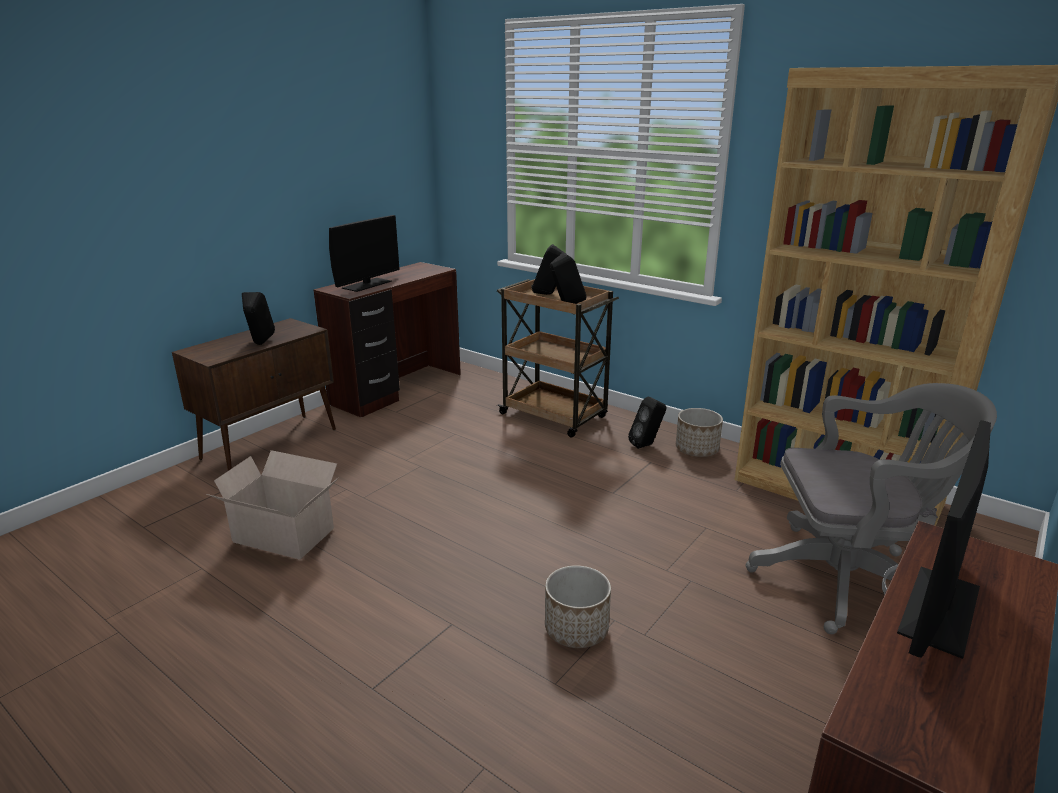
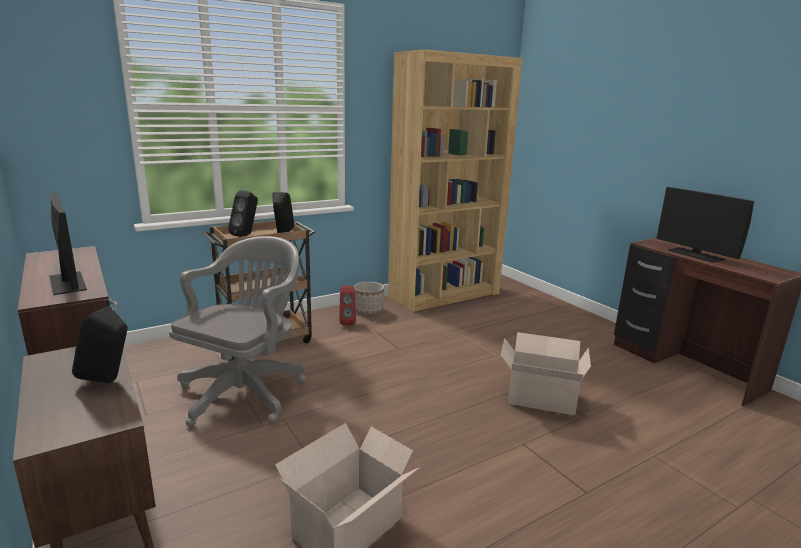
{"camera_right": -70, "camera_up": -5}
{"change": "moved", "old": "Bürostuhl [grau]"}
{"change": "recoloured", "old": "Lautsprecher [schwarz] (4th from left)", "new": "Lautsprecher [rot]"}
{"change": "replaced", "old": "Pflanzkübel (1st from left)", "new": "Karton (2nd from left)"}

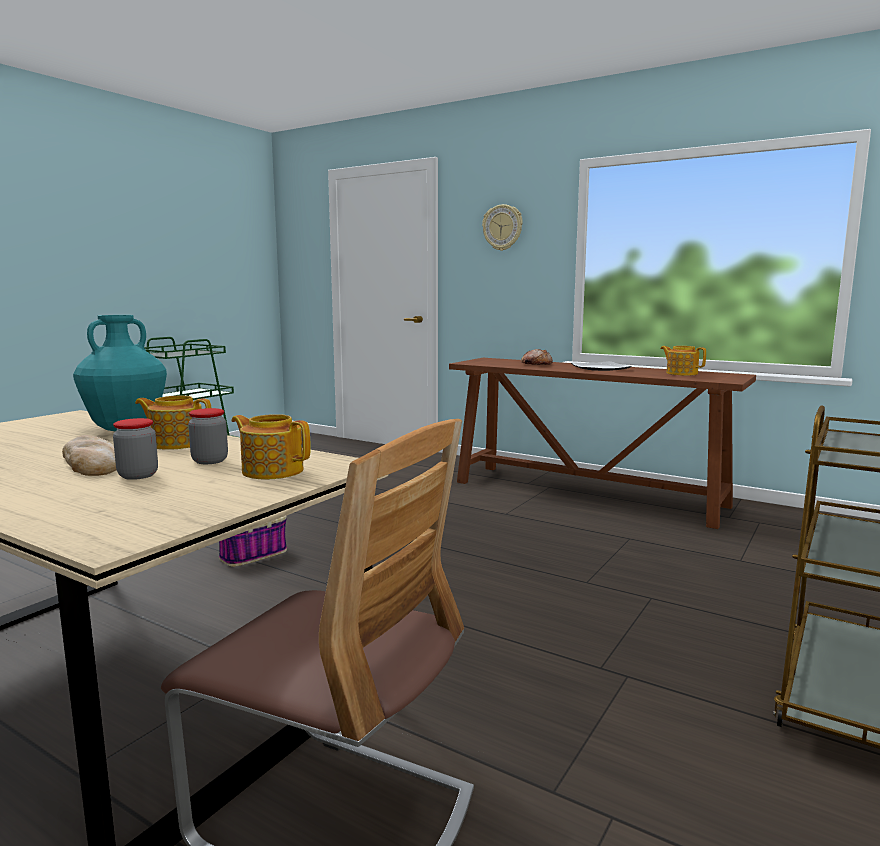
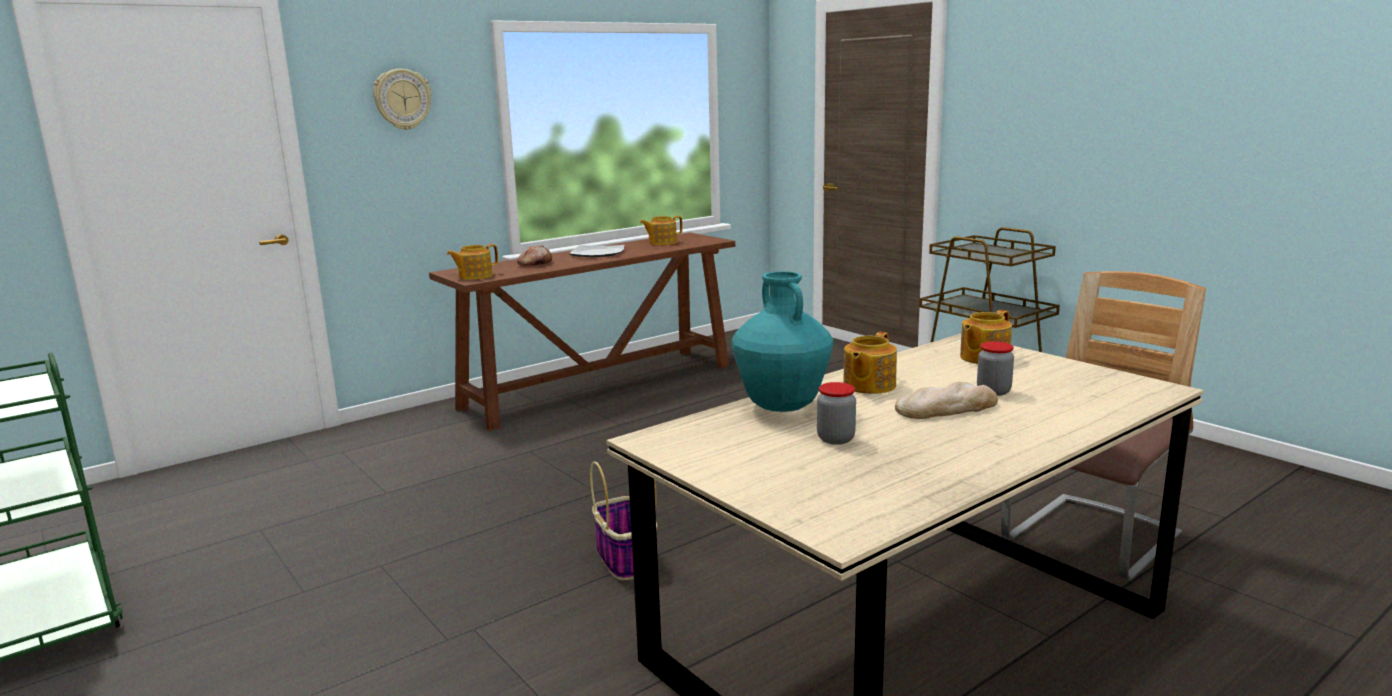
{"camera_right": -70, "camera_up": 5}
{"change": "added", "new": "Teekanne (1st from left)"}
{"change": "moved", "old": "Vorratsglas (2nd from left in the first image)", "new": "Vorratsglas (1st from left)"}

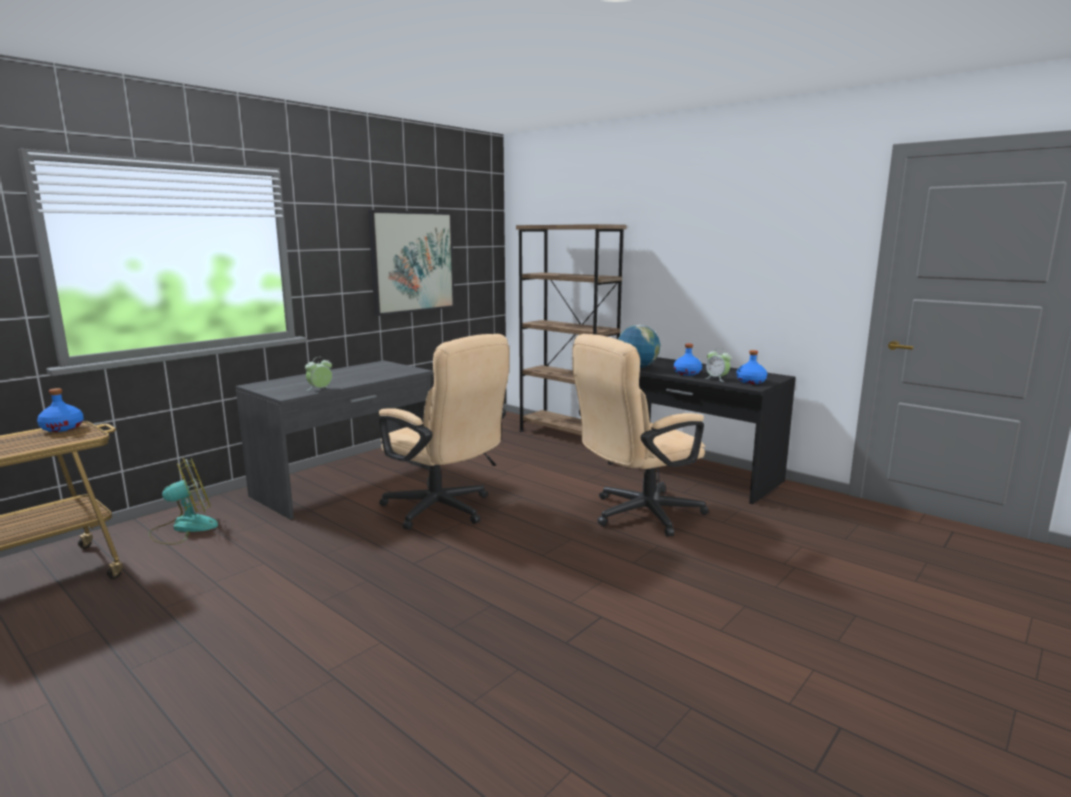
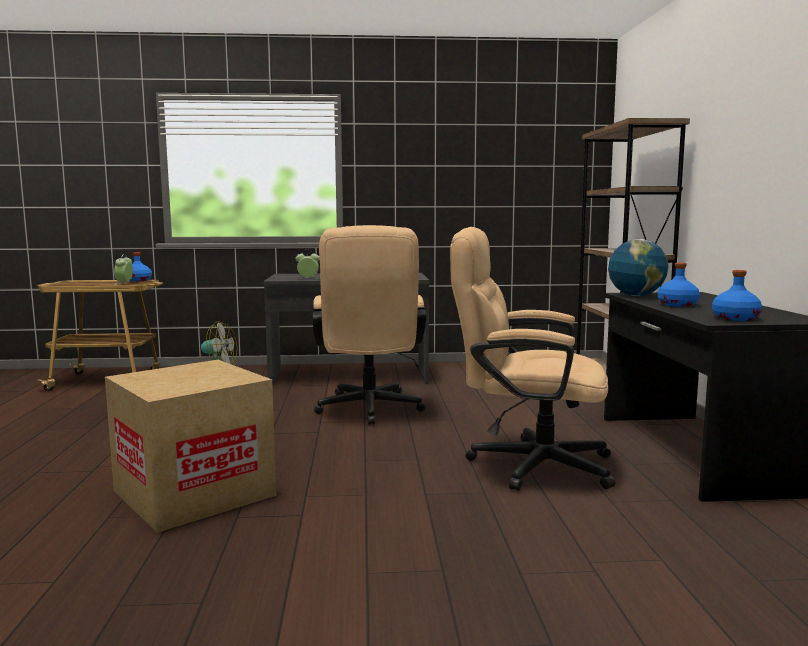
{"camera_right": 45, "camera_up": -5}
{"change": "added", "new": "Karton"}
{"change": "moved", "old": "Wecker (2nd from left in the first image)", "new": "Wecker (1st from left)"}
{"change": "removed", "old": "Bild"}

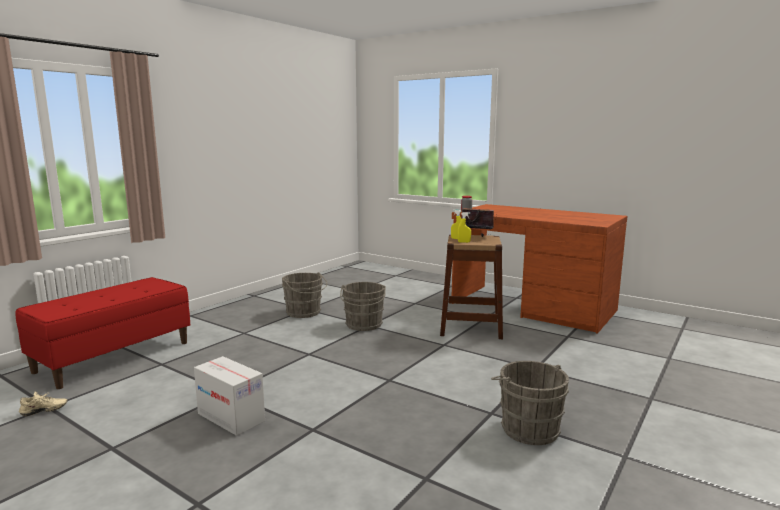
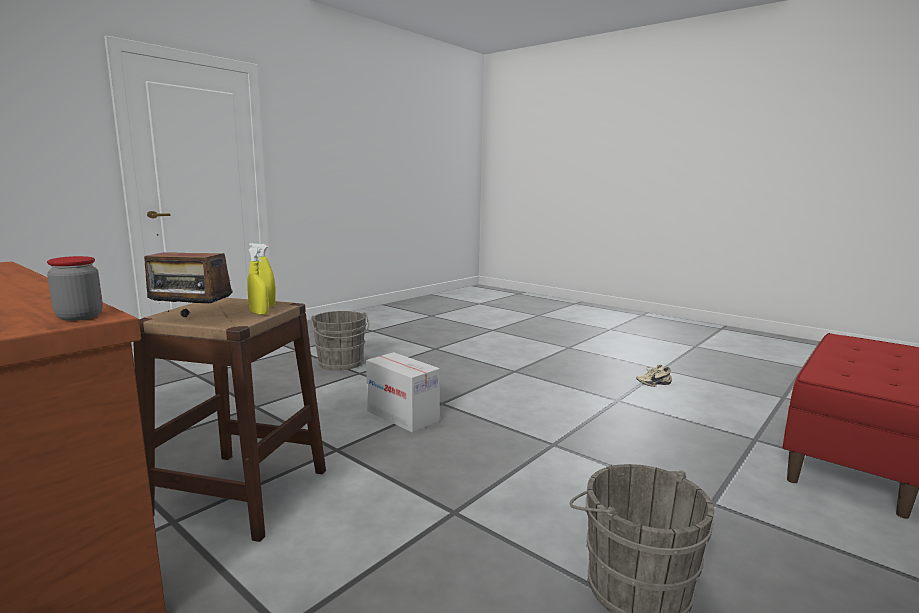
{"camera_right": -175, "camera_up": 0}
{"change": "moved", "old": "Karton"}
{"change": "moved", "old": "Schuh [beige]"}
{"change": "removed", "old": "Eimer [grau] (2nd from left)"}

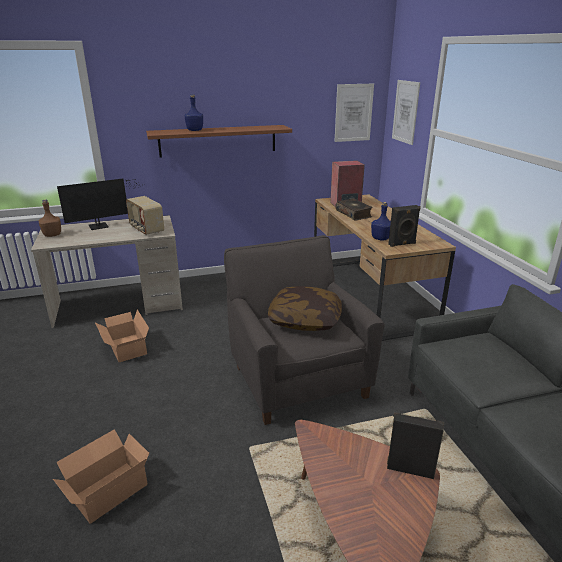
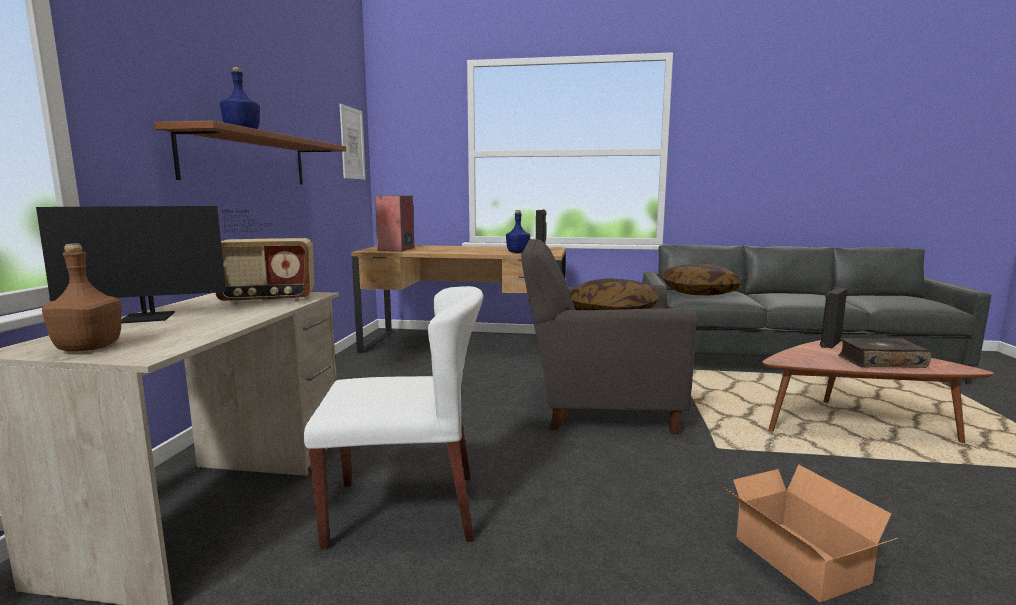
{"camera_right": -65, "camera_up": -15}
{"change": "turned", "old": "Monitor", "degrees": 75}
{"change": "replaced", "old": "Karton (2nd from left)", "new": "Stuhl [weiß]"}
{"change": "added", "new": "Kissen (2nd from left)"}
{"change": "moved", "old": "Buch"}
{"change": "removed", "old": "Bild (2nd from left)"}

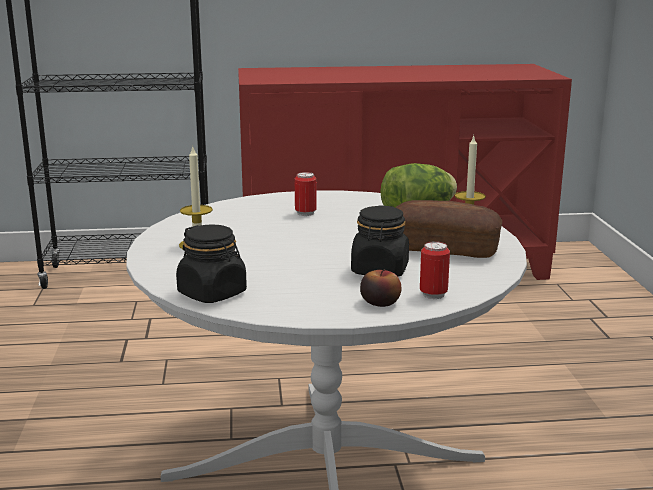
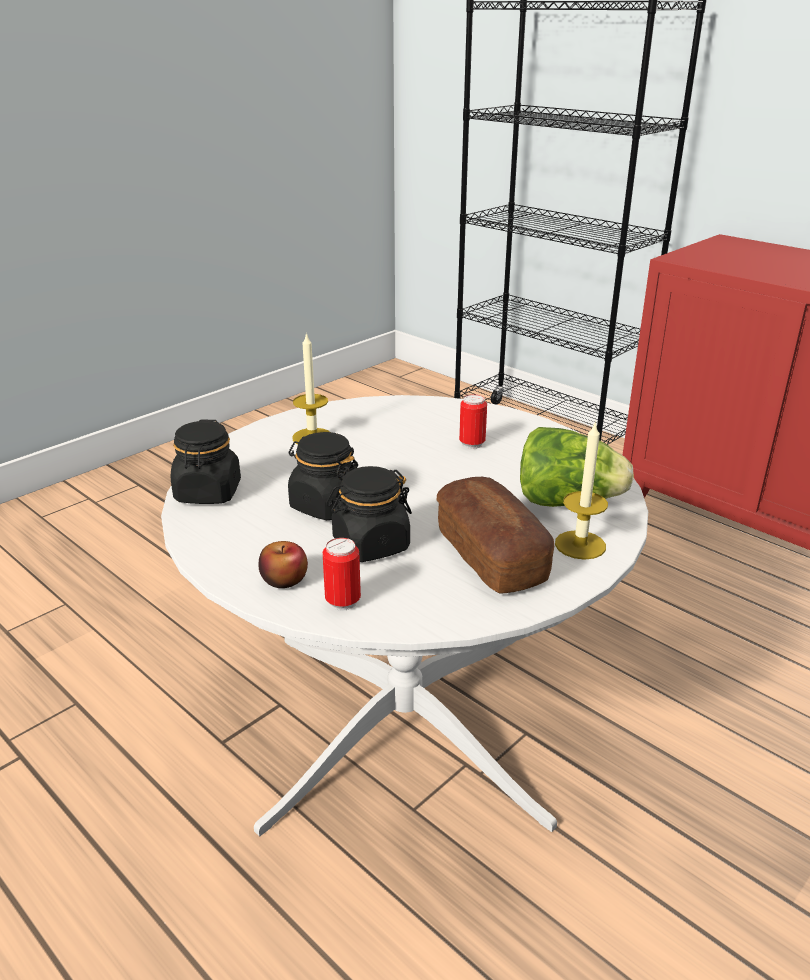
{"camera_right": 50, "camera_up": 10}
{"change": "added", "new": "Vorratsglas [schwarz] (2nd from left)"}

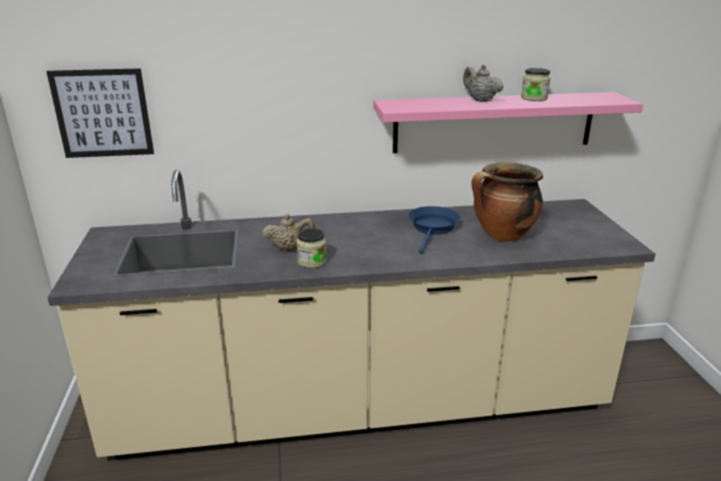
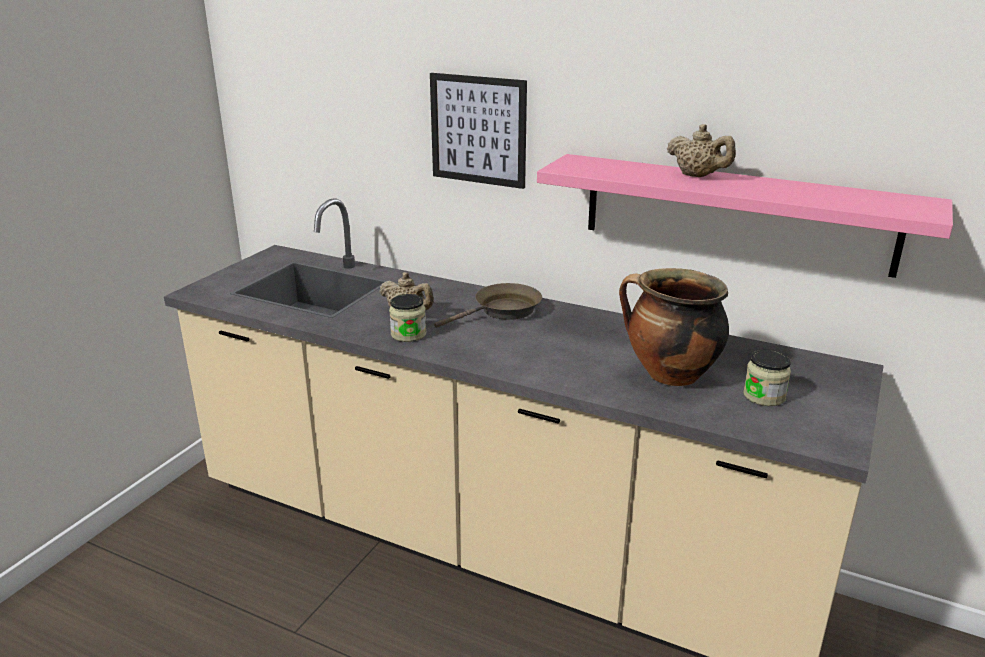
{"camera_right": 35, "camera_up": 0}
{"change": "moved", "old": "Bild"}
{"change": "added", "new": "Pfanne [braun]"}
{"change": "turned", "old": "Teekanne [beige] (2nd from left)", "degrees": 135}
{"change": "moved", "old": "Vorratsglas (2nd from left)"}
{"change": "removed", "old": "Pfanne [blau]"}

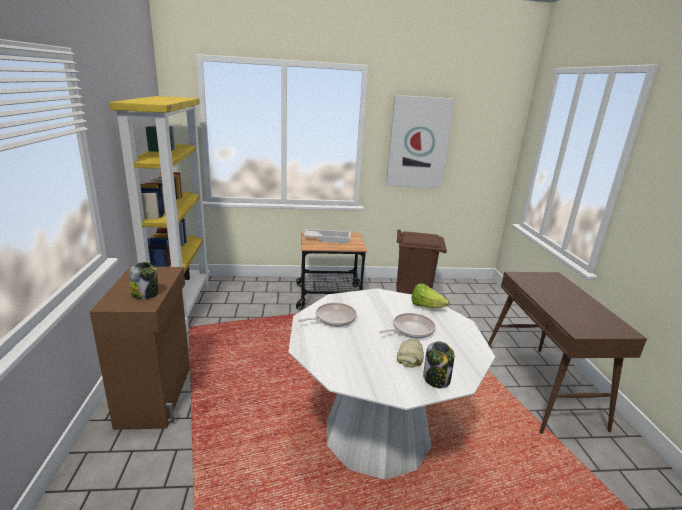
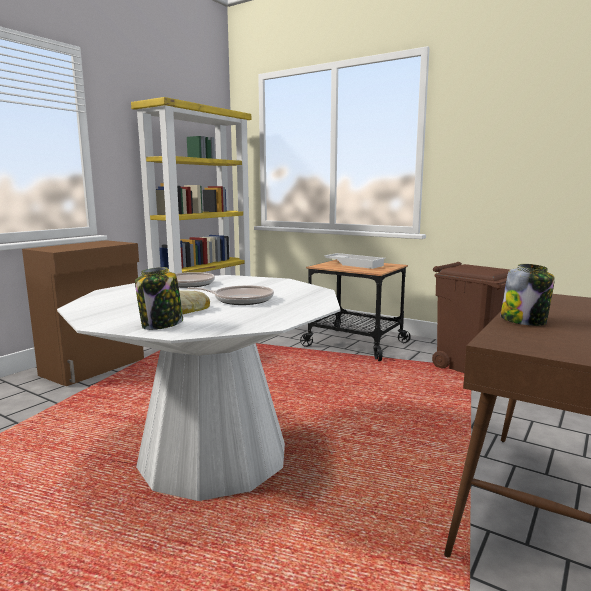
{"camera_right": 40, "camera_up": -10}
{"change": "moved", "old": "Vorratsglas (1st from left in the first image)", "new": "Vorratsglas (2nd from left)"}
{"change": "removed", "old": "Bild"}
{"change": "removed", "old": "Salatkopf"}

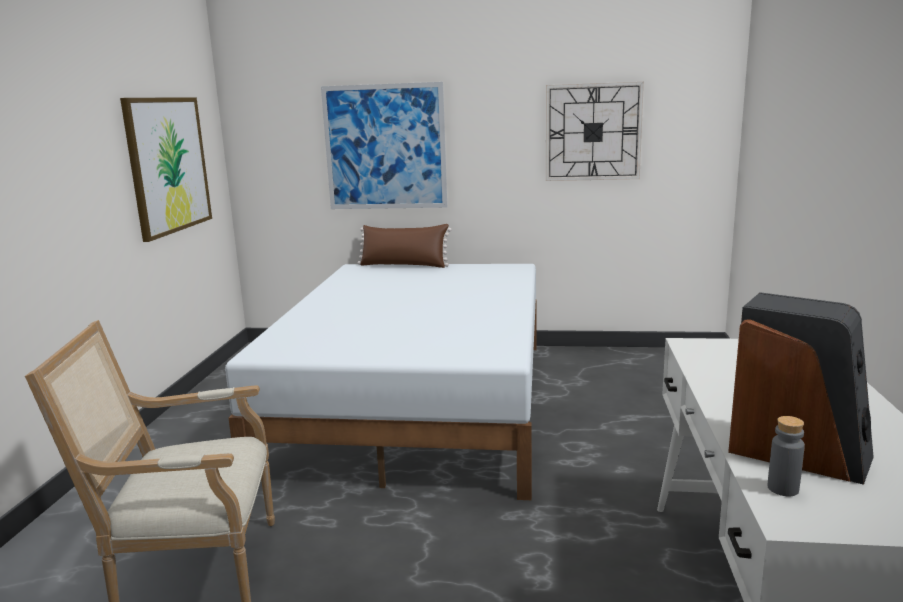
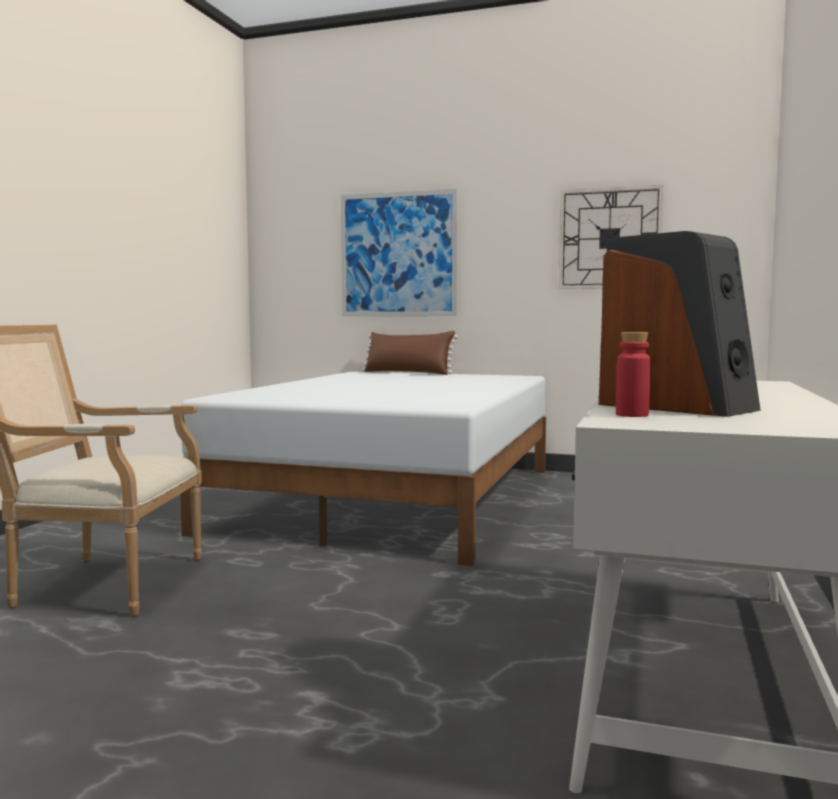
{"camera_right": 10, "camera_up": -10}
{"change": "recoloured", "old": "Flasche [grau]", "new": "Flasche [rot]"}
{"change": "removed", "old": "Bild (1st from left)"}

